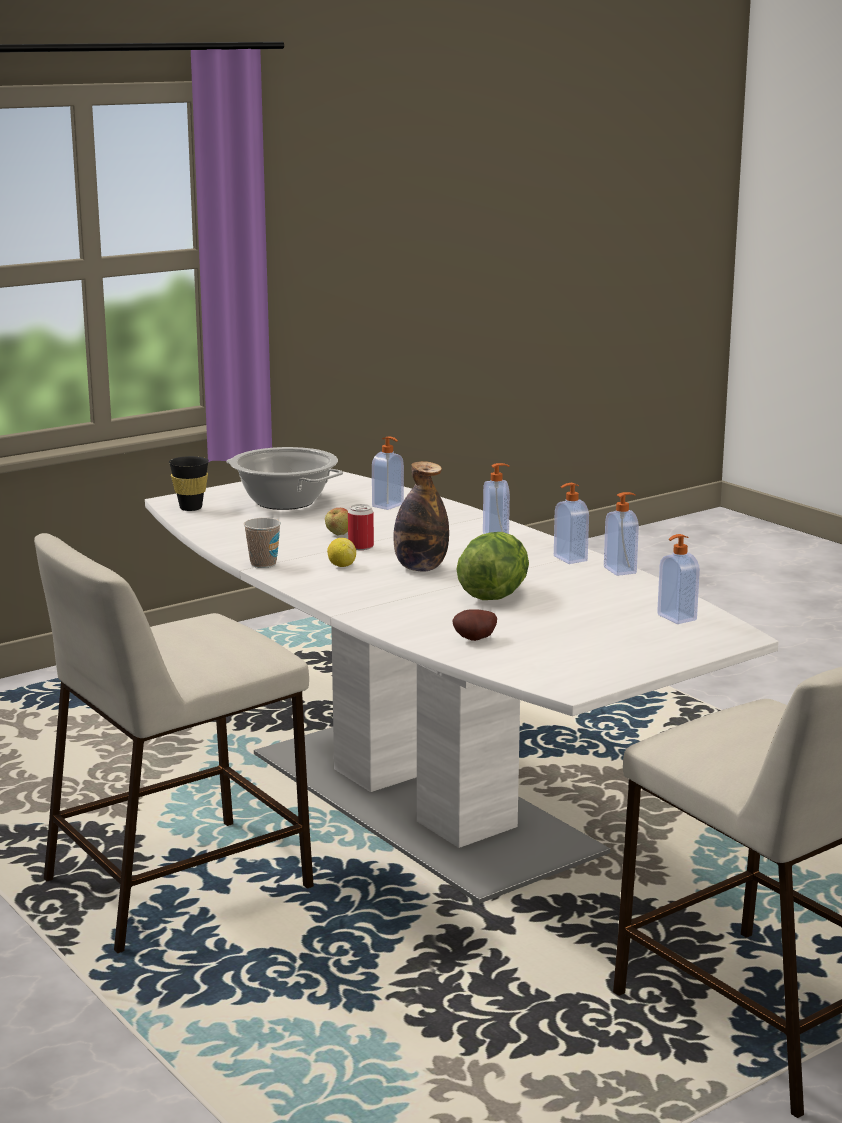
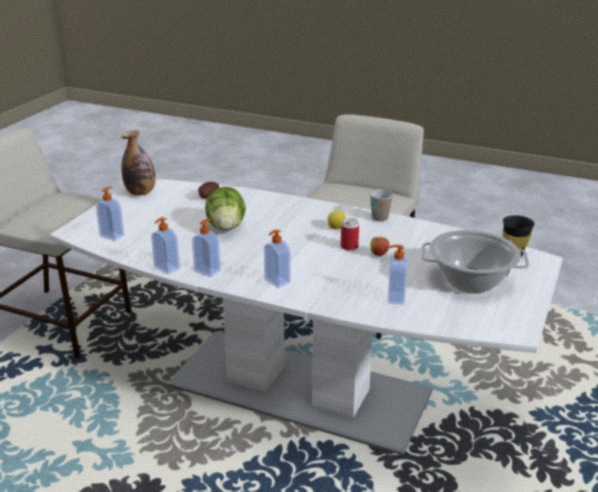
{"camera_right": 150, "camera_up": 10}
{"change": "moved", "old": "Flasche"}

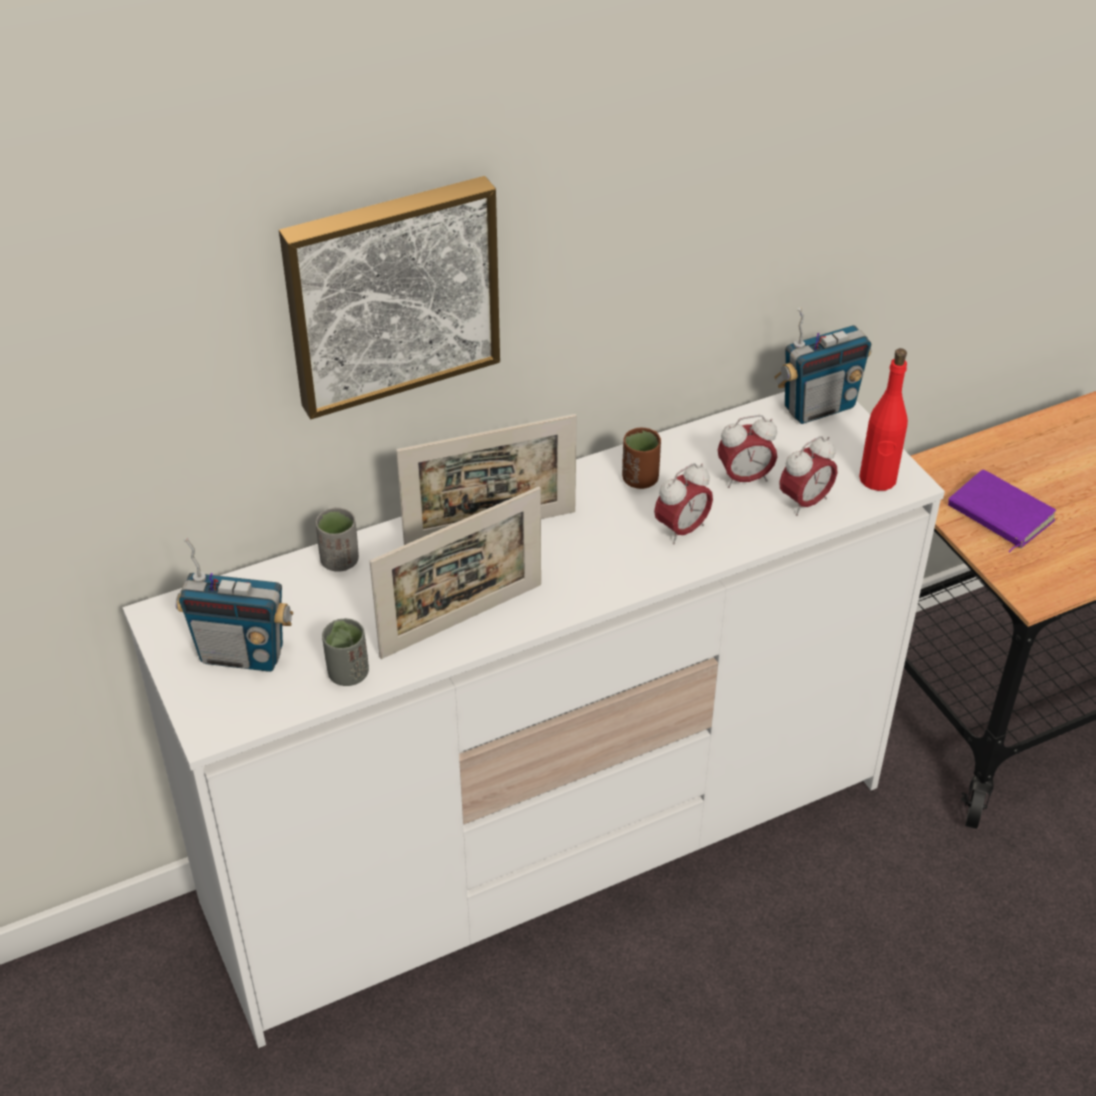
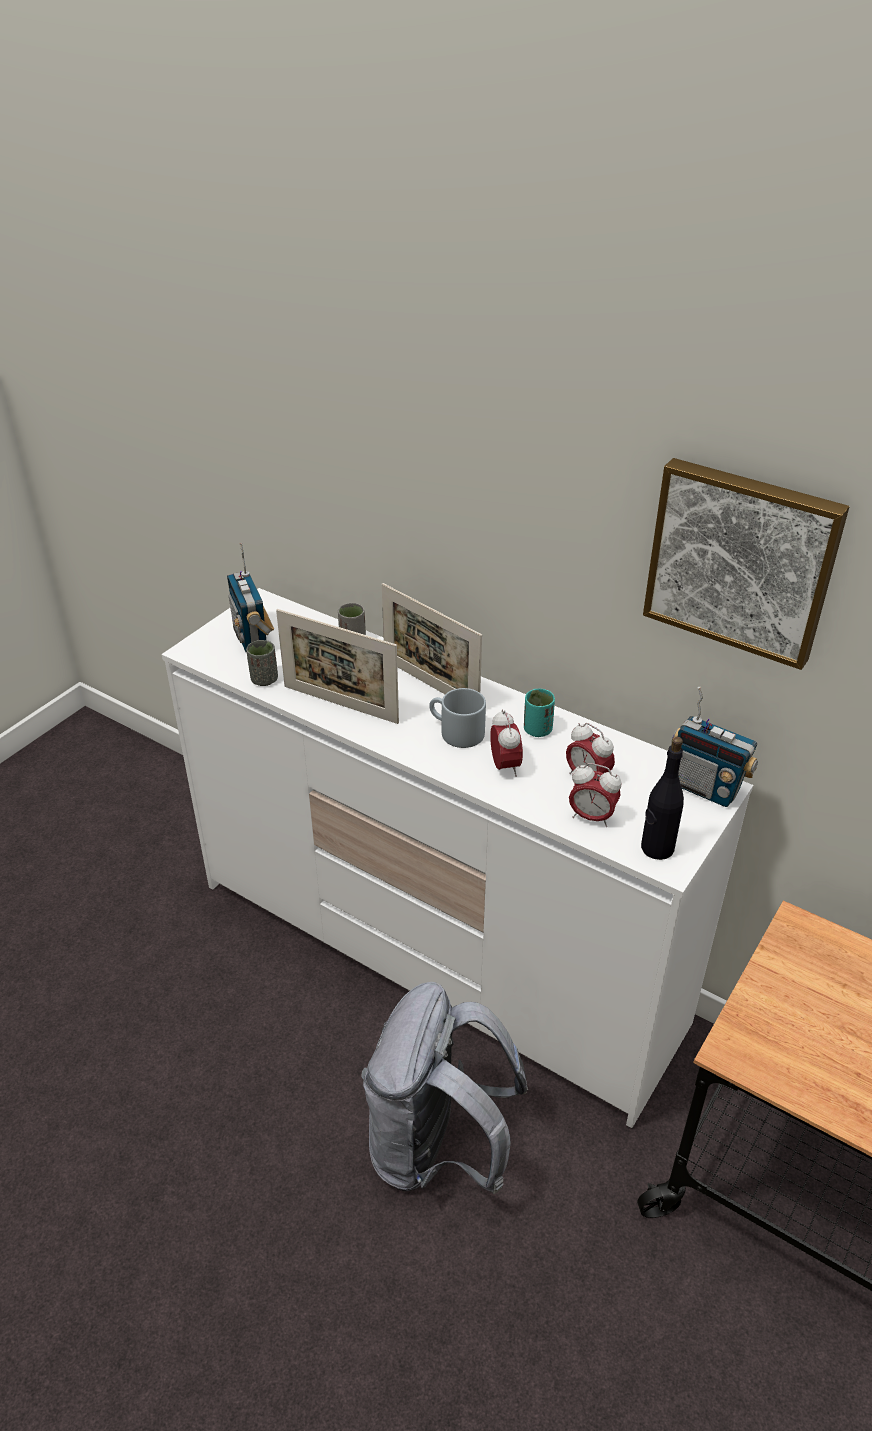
{"camera_right": 60, "camera_up": -5}
{"change": "added", "new": "Rucksack [grau]"}
{"change": "added", "new": "Henkelbecher [grau]"}
{"change": "turned", "old": "Wecker (1st from left)", "degrees": -120}
{"change": "recoloured", "old": "Tasse [braun]", "new": "Tasse [türkis]"}
{"change": "recoloured", "old": "Flasche [rot]", "new": "Flasche [schwarz]"}
{"change": "moved", "old": "Bild"}
{"change": "removed", "old": "Buch [lila]"}

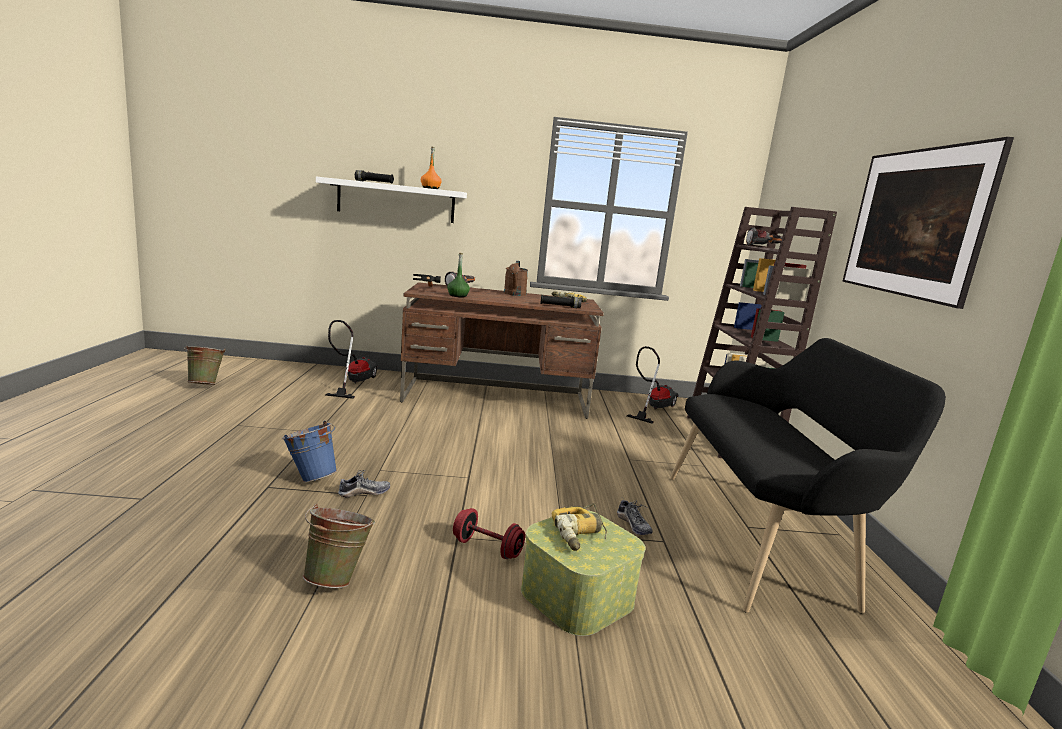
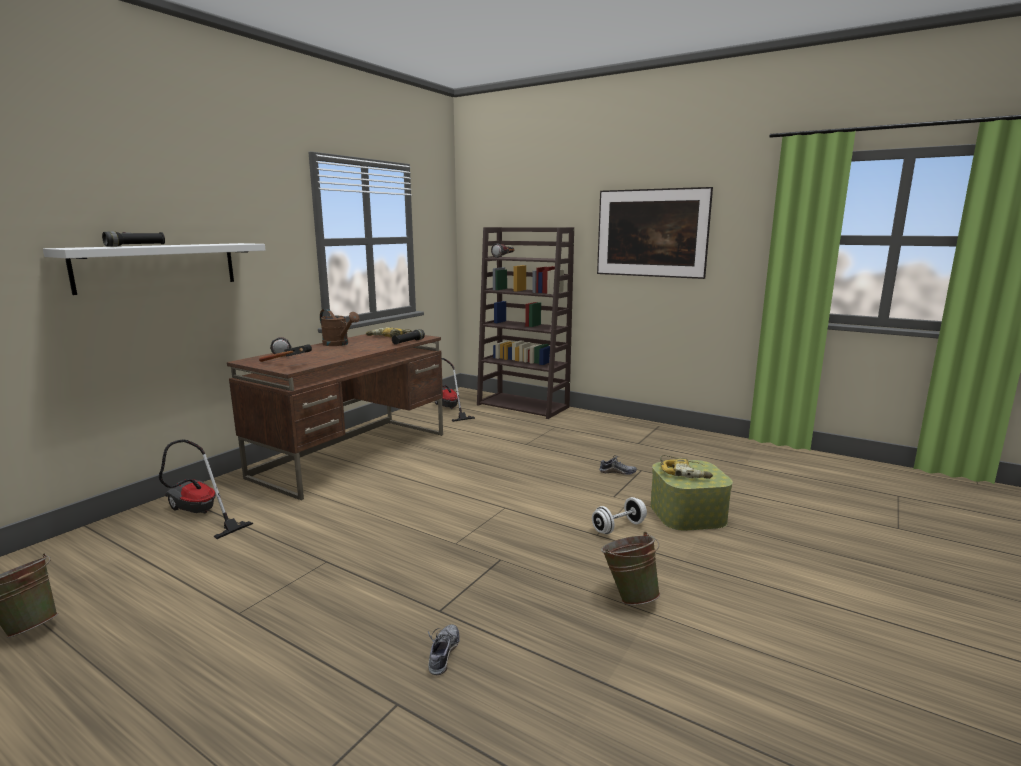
{"camera_right": -55, "camera_up": 0}
{"change": "moved", "old": "Schuh (1st from left)"}
{"change": "recoloured", "old": "Hantel [rot]", "new": "Hantel [weiß]"}
{"change": "removed", "old": "Eimer [blau]"}
{"change": "removed", "old": "Flasche [orange]"}
{"change": "removed", "old": "Flasche [grün]"}
{"change": "removed", "old": "Bank [schwarz]"}

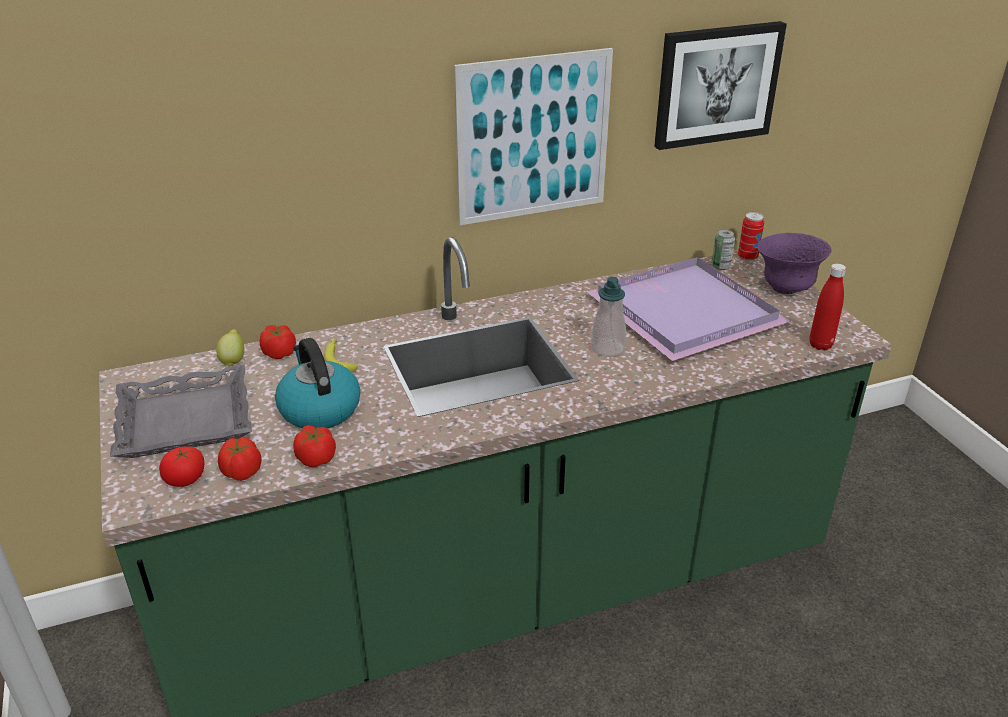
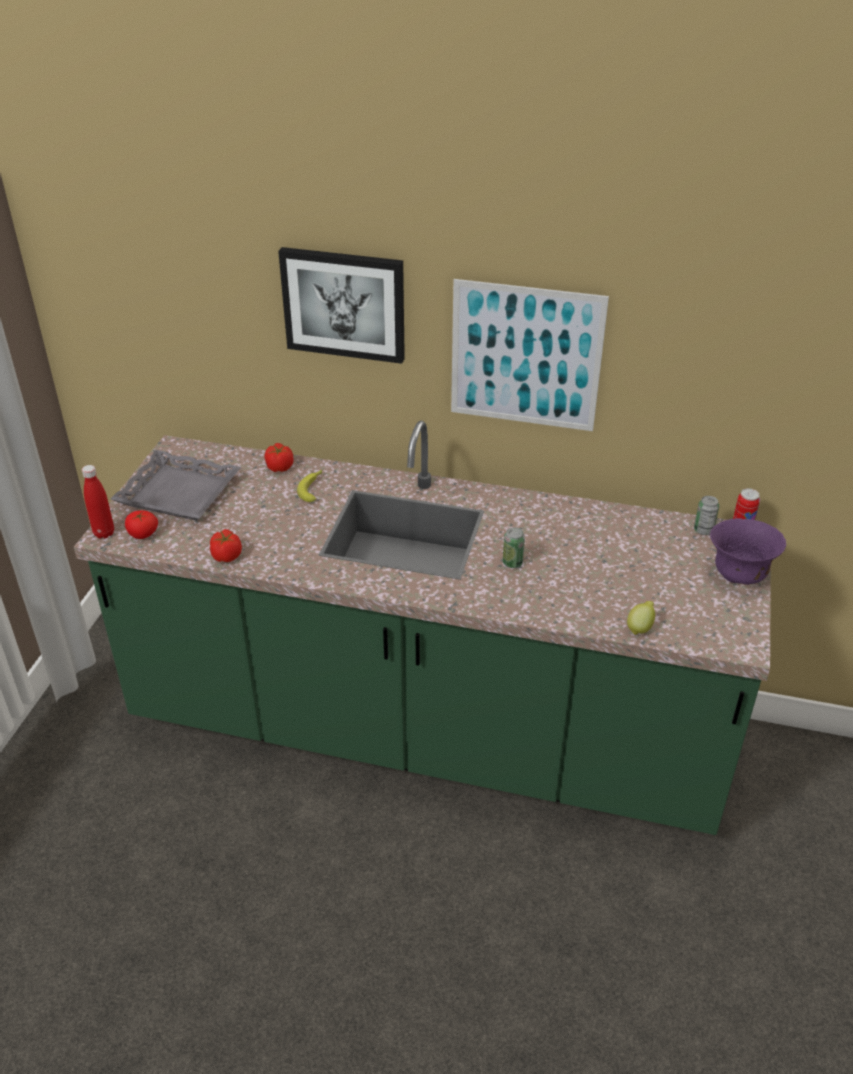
{"camera_right": 35, "camera_up": 5}
{"change": "moved", "old": "Flasche [rot]"}
{"change": "moved", "old": "Bild (2nd from left in the first image)", "new": "Bild (1st from left)"}
{"change": "replaced", "old": "Seifenspender", "new": "Dose (1st from left)"}
{"change": "moved", "old": "Zitrone"}
{"change": "removed", "old": "Tomate (2nd from left)"}
{"change": "removed", "old": "Wasserkessel"}
{"change": "removed", "old": "Tablett [lila]"}

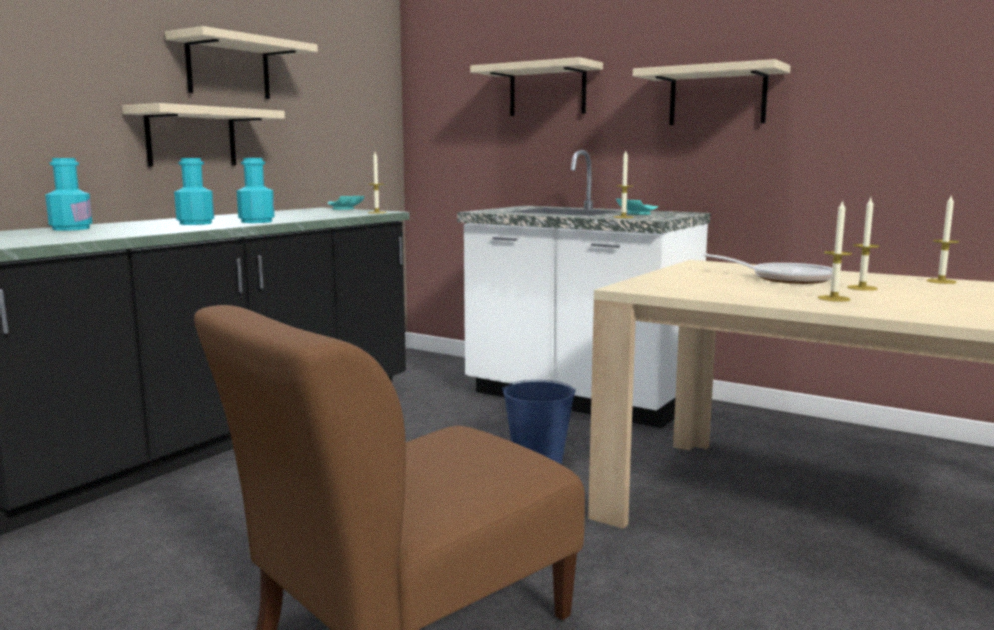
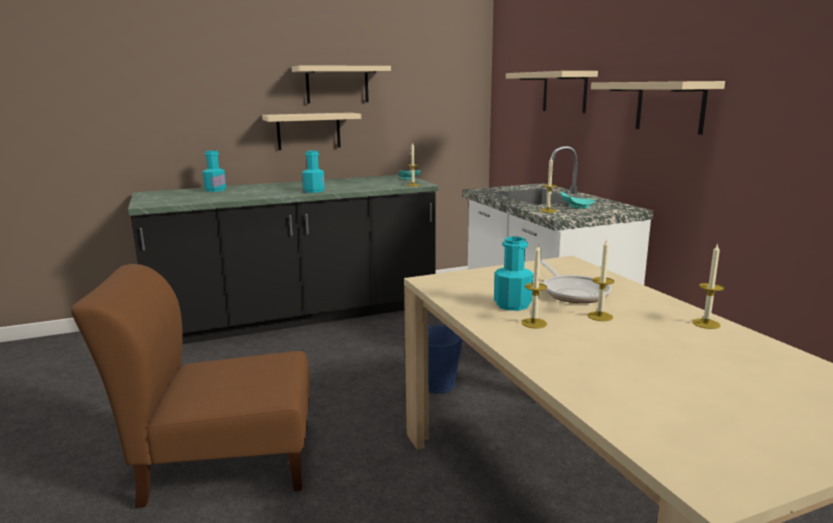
{"camera_right": 35, "camera_up": 5}
{"change": "moved", "old": "Flasche [türkis] (2nd from left in the first image)", "new": "Flasche [türkis] (3rd from left)"}

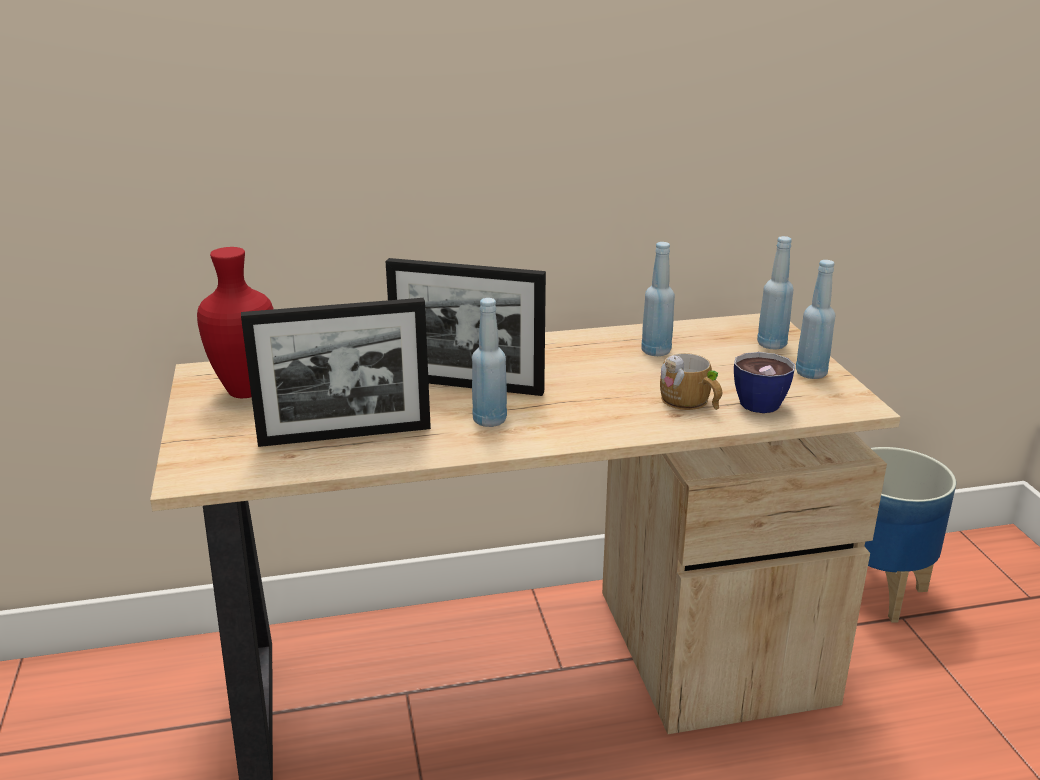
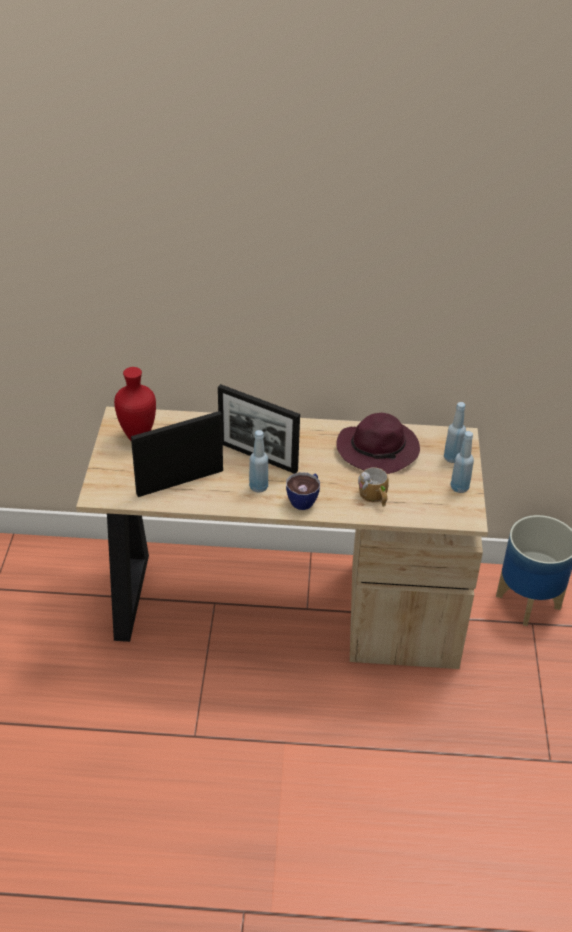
{"camera_right": 15, "camera_up": 15}
{"change": "turned", "old": "Bilderrahmen (1st from left)", "degrees": 150}
{"change": "moved", "old": "Tasse"}
{"change": "replaced", "old": "Flasche [blau] (2nd from left)", "new": "Hut [lila]"}

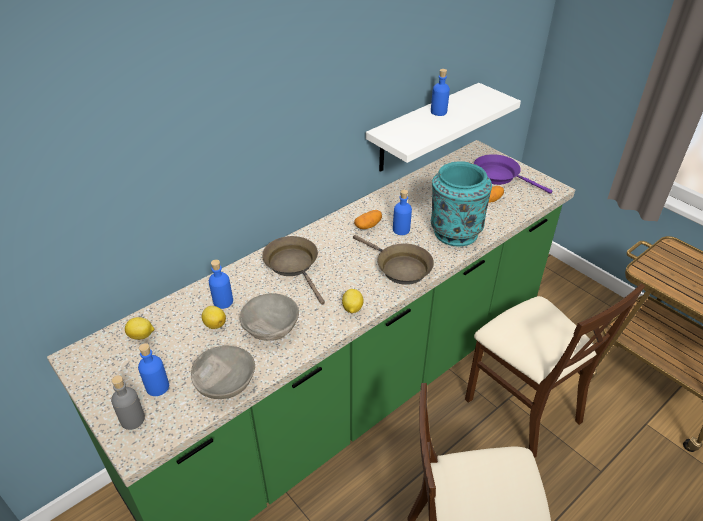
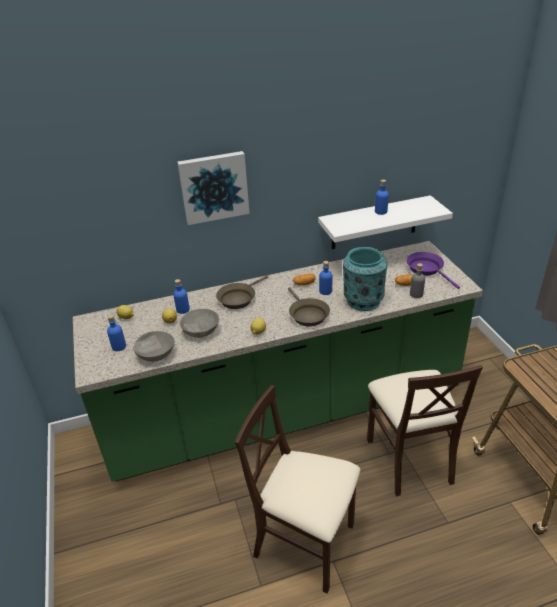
{"camera_right": 25, "camera_up": -5}
{"change": "added", "new": "Bild"}
{"change": "turned", "old": "Pfanne [braun] (1st from left)", "degrees": -135}
{"change": "moved", "old": "Flasche [grau]"}

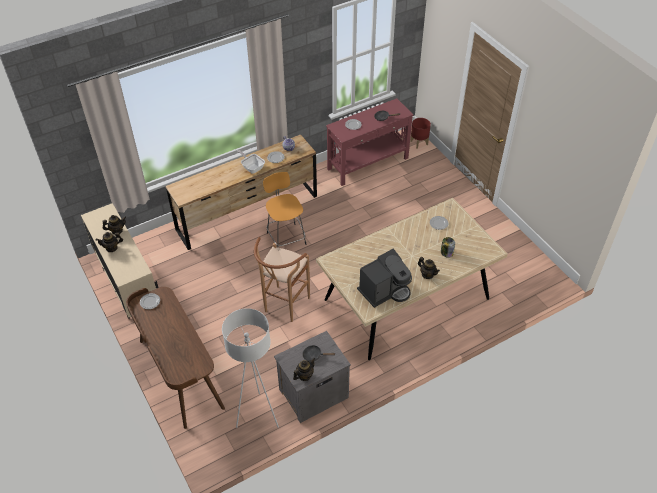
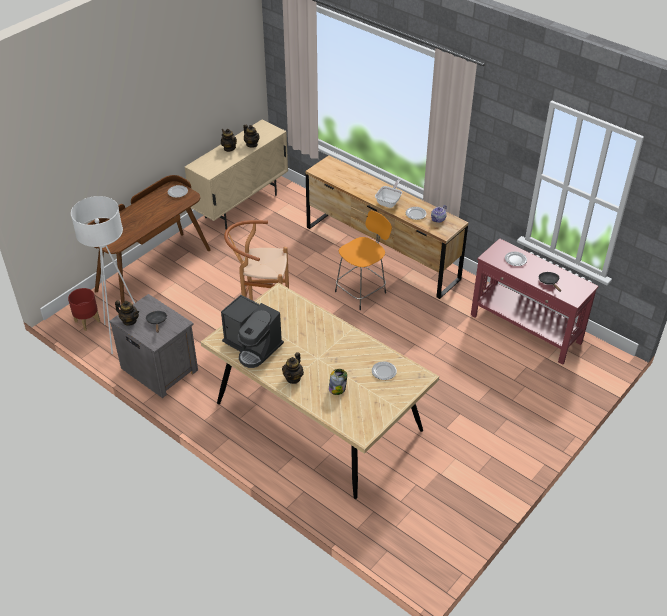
{"camera_right": 70, "camera_up": -5}
{"change": "moved", "old": "Pflanzkübel [rot]"}

